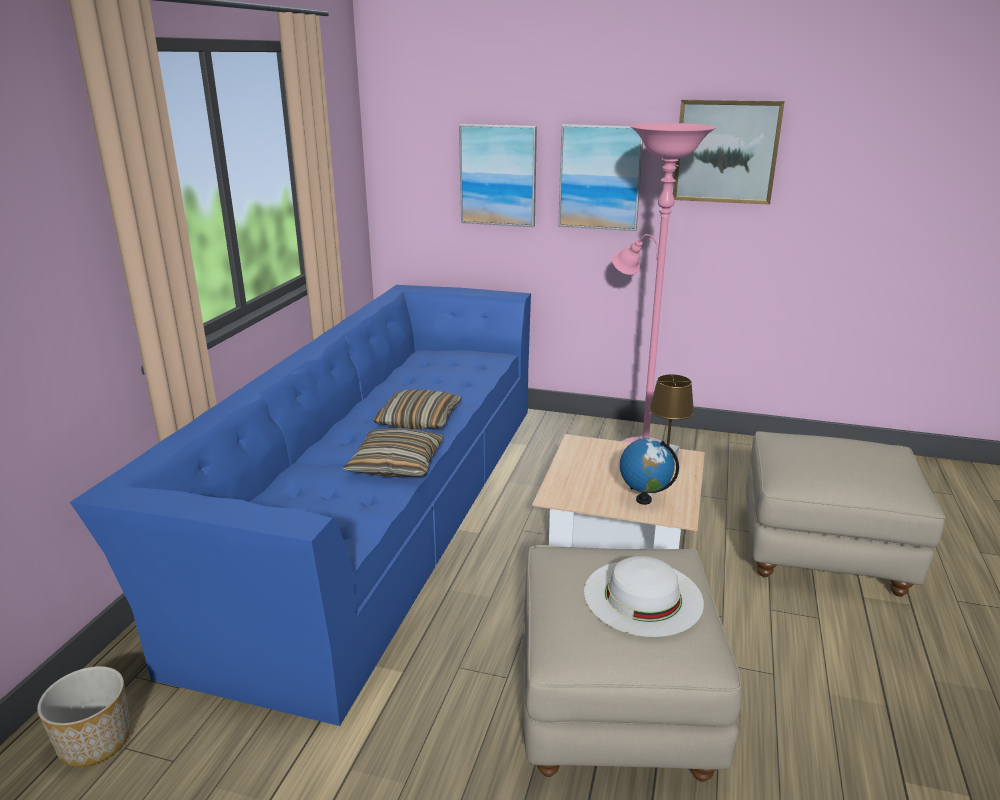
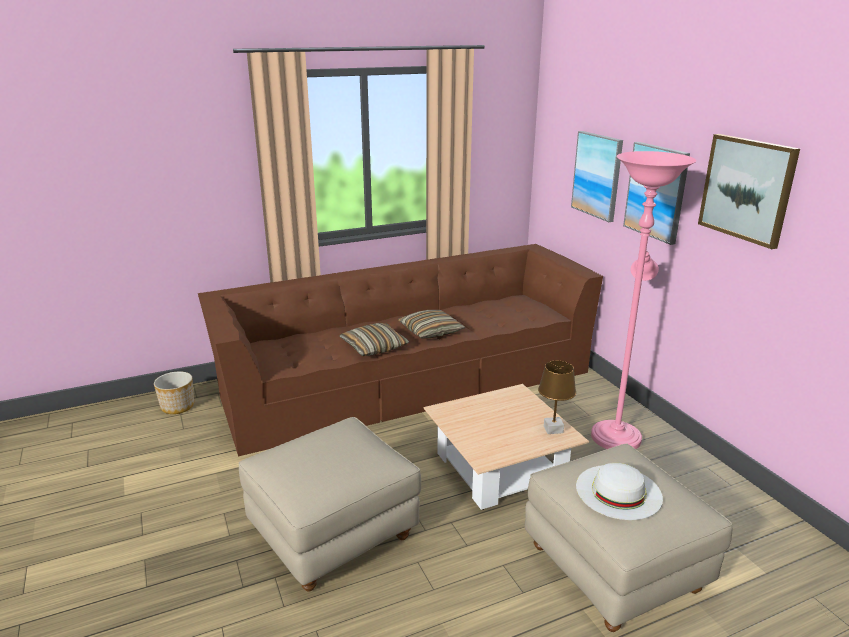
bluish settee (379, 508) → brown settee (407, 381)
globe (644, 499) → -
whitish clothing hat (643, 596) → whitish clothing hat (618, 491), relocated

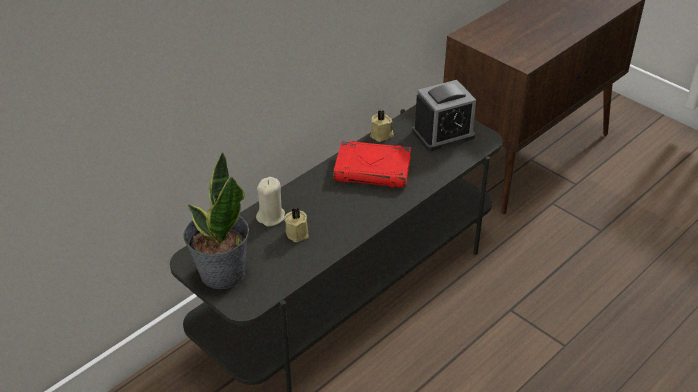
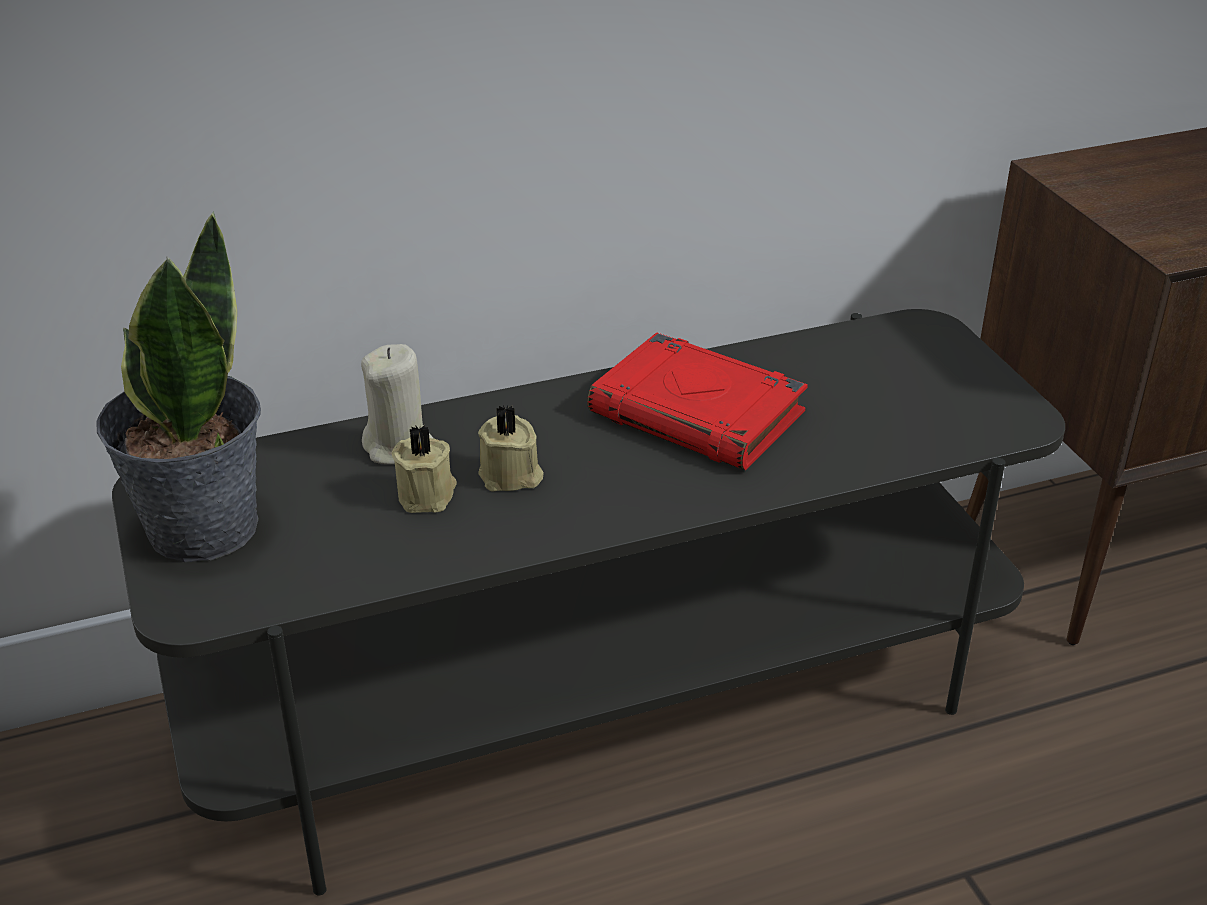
alarm clock (443, 134) → -
beige wax candle (382, 135) → beige wax candle (511, 476), relocated

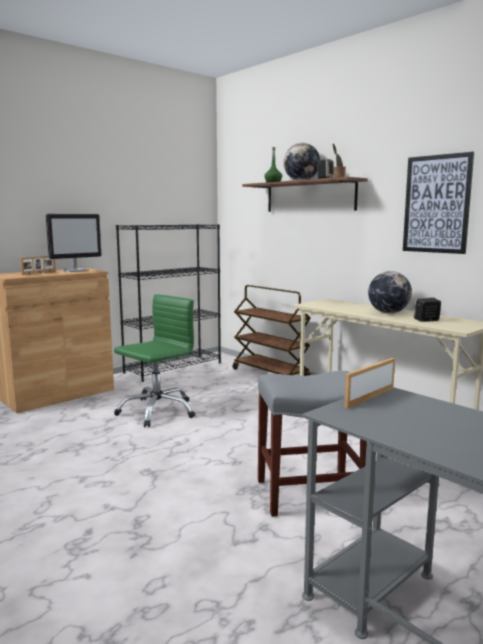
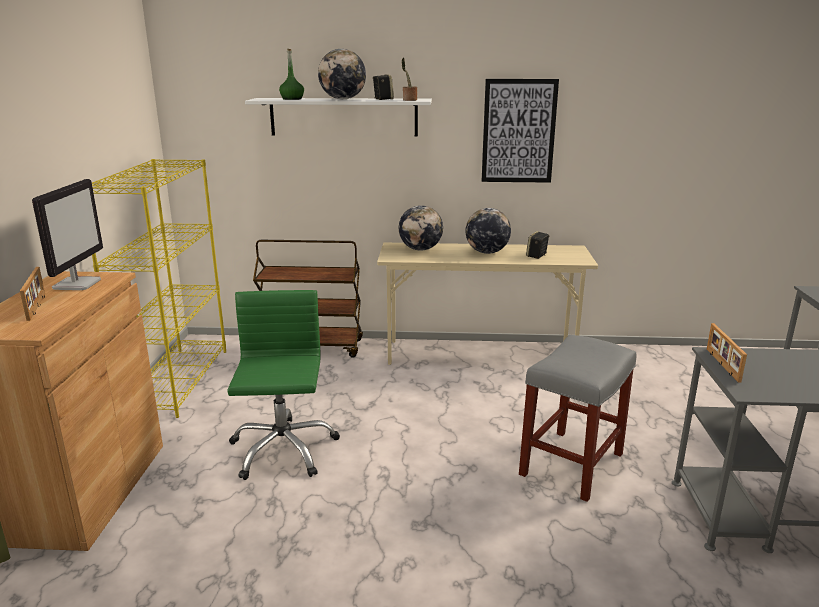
brown shelf (309, 196) → whitish shelf (343, 117)
black-coloured bookcase (173, 368) → yellow-coloured bookcase (178, 380)
- → globe (420, 249)

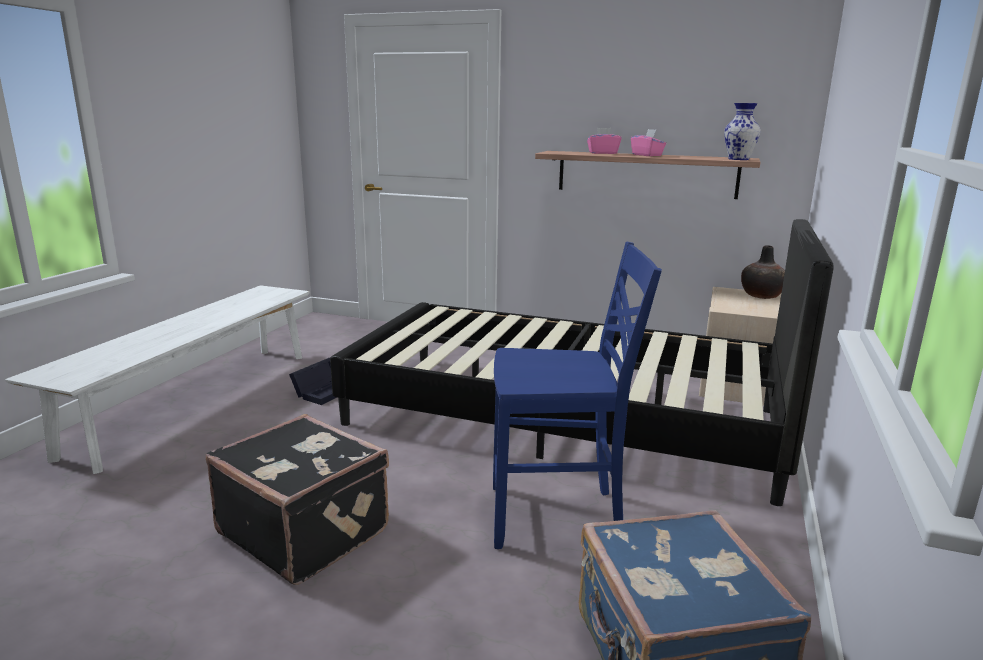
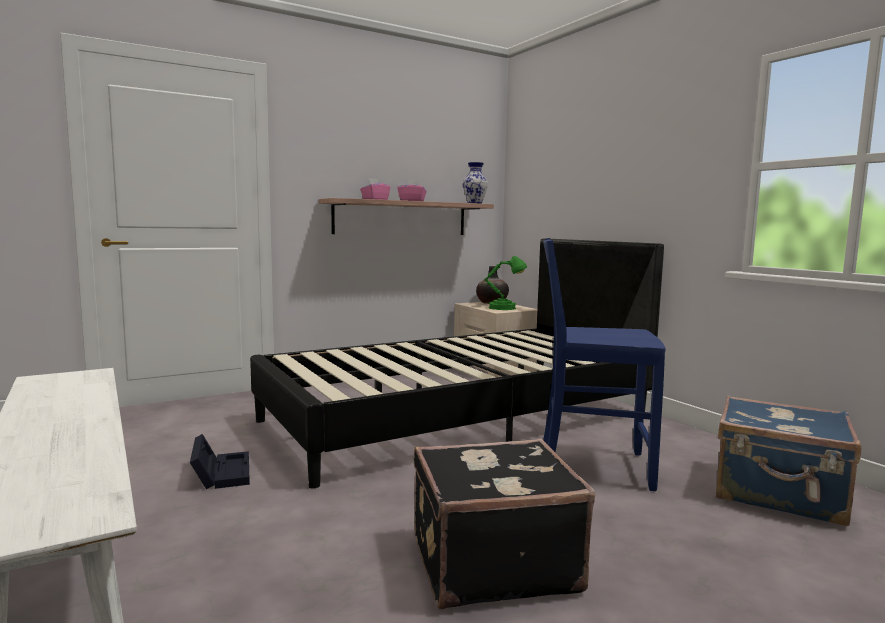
bluish chair (557, 517) → bluish chair (591, 466), 120 degrees counterclockwise
- → greenish tabletop lamp (504, 308)

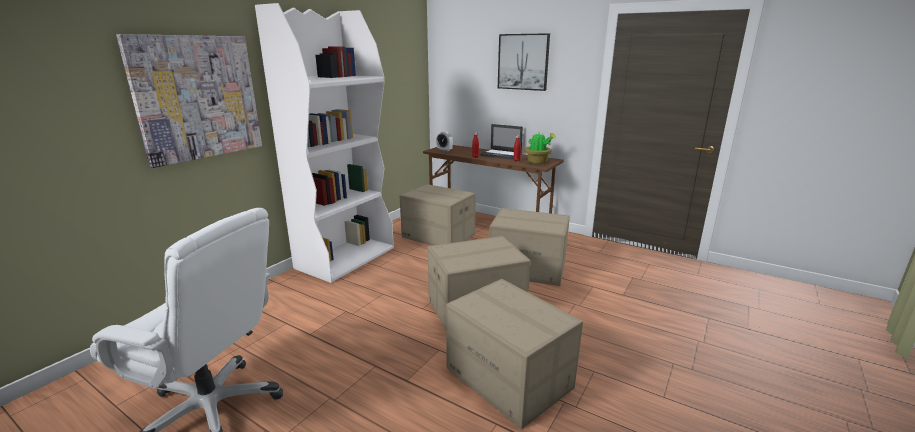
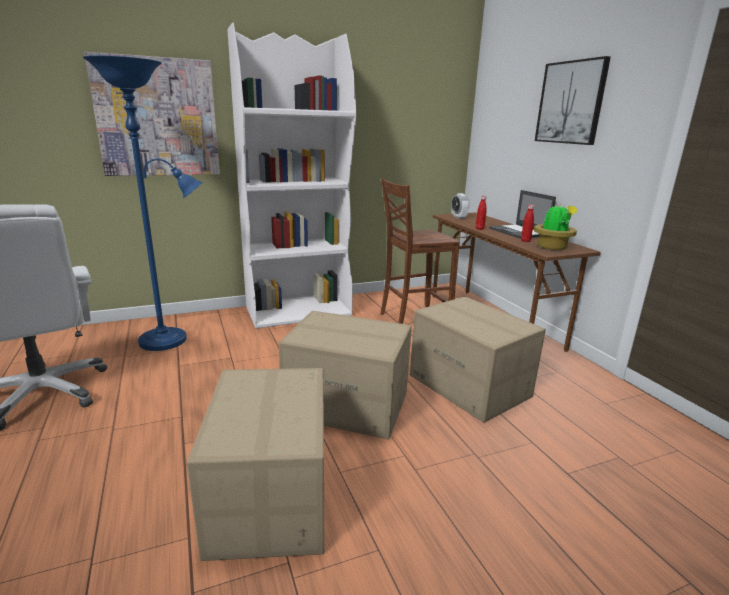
cardboard box (438, 236) → brown chair (412, 318)
- → bluish floor lamp (169, 340)

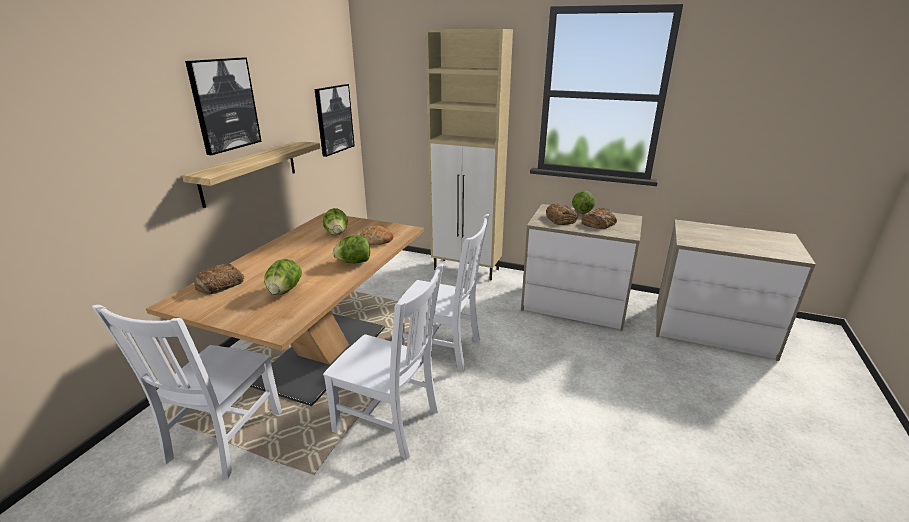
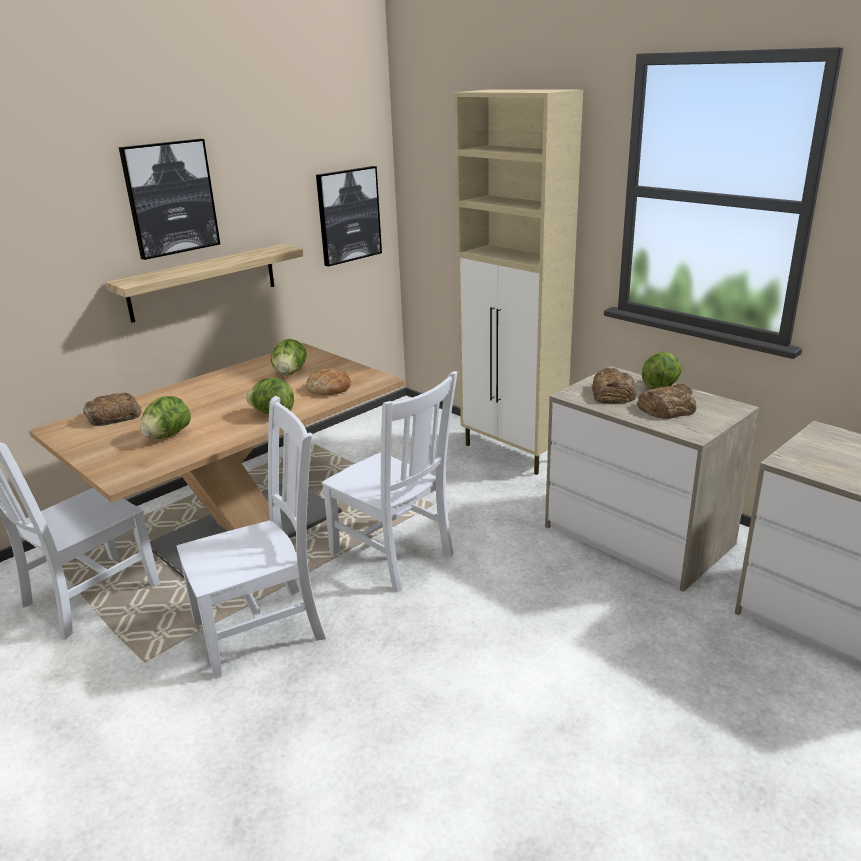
whitish chair (390, 422) → whitish chair (264, 629), 75 degrees counterclockwise

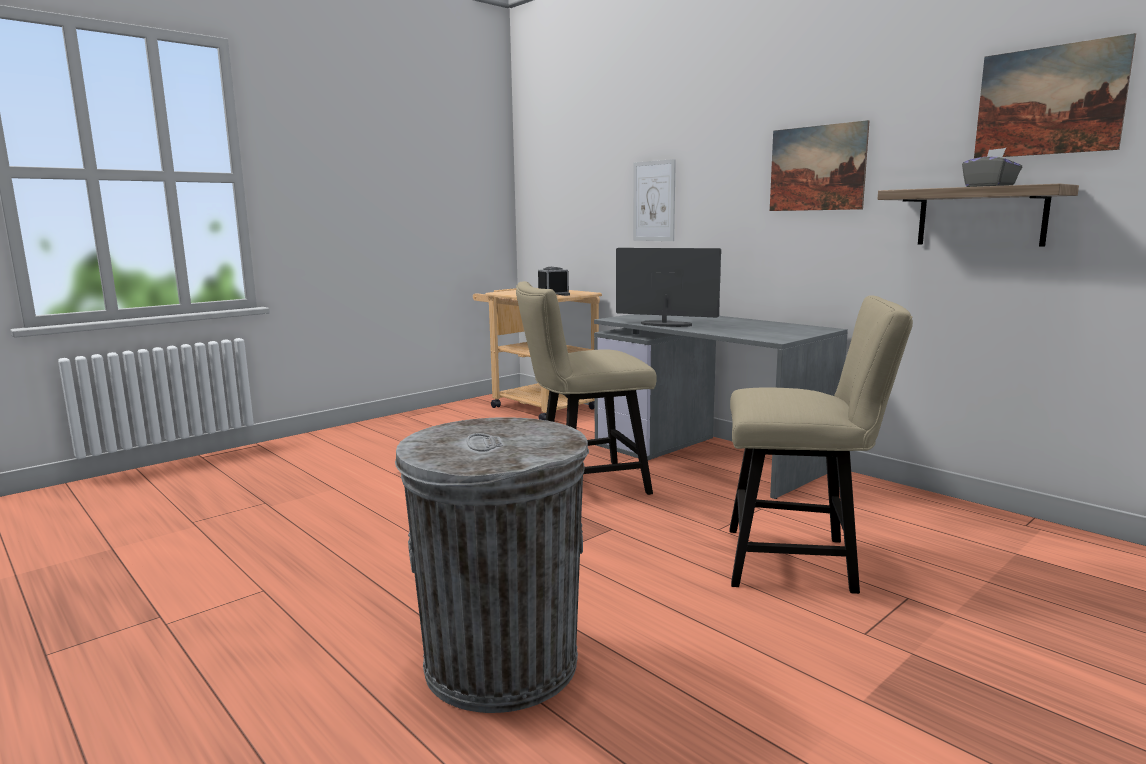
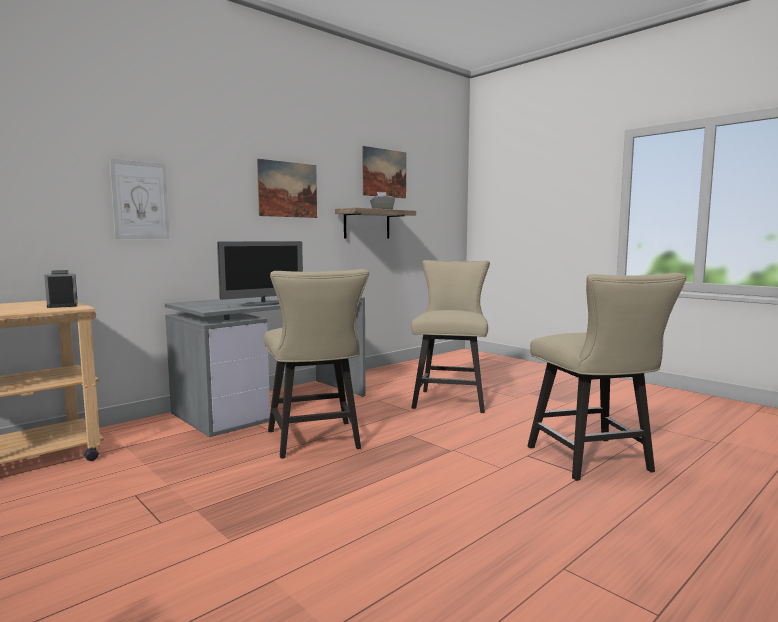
computer display (665, 324) → computer display (263, 304), 150 degrees counterclockwise
greyish rubbish bin (501, 662) → beige chair (594, 462)

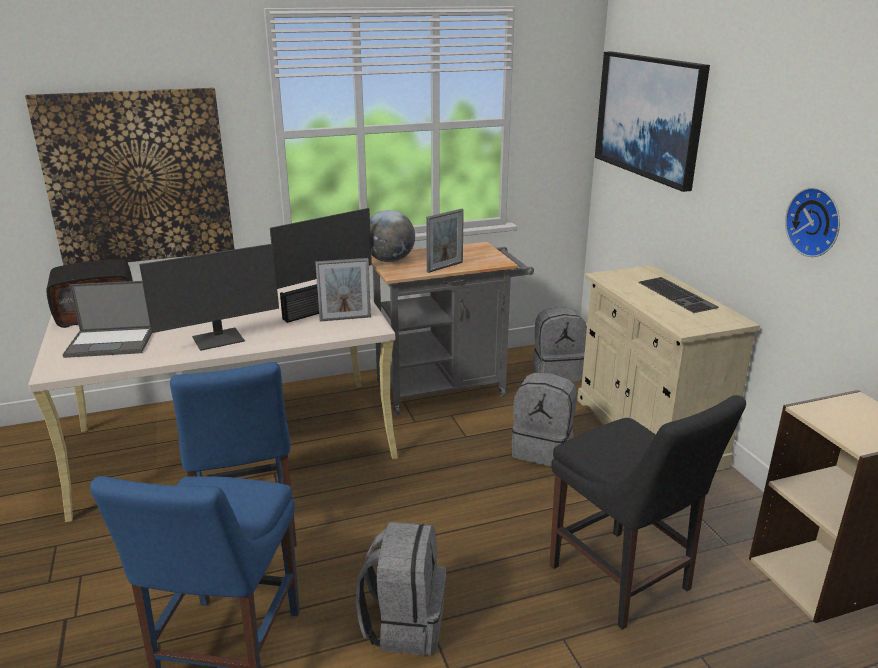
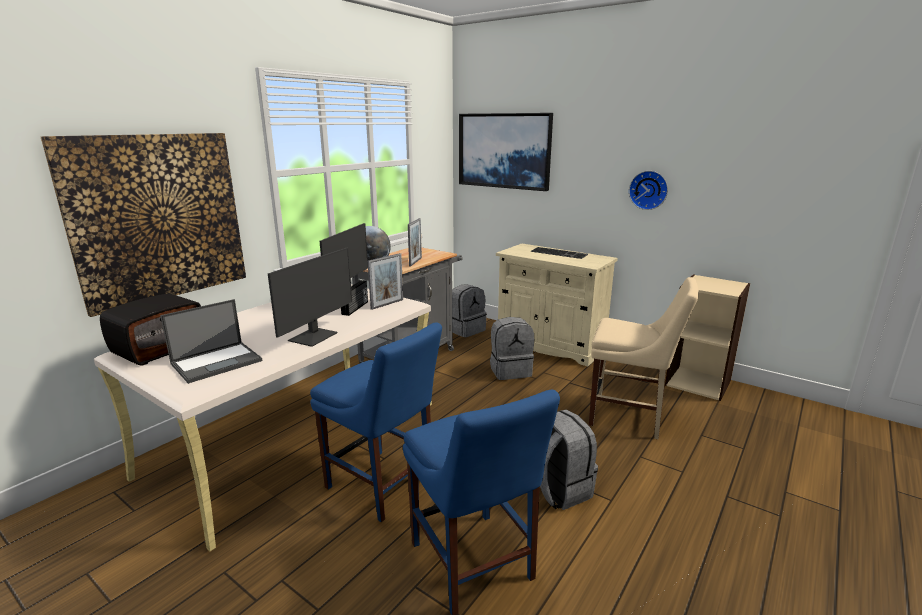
black-coloured chair (623, 581) → beige chair (630, 417)

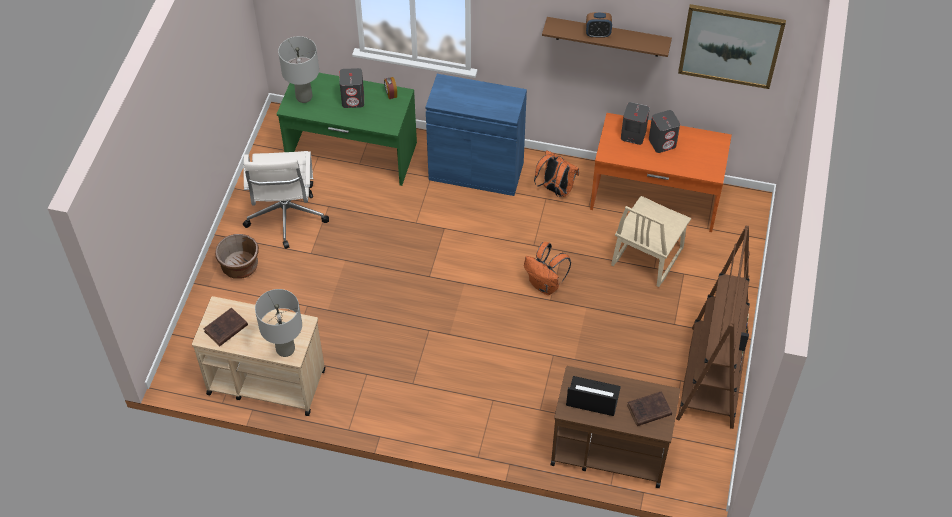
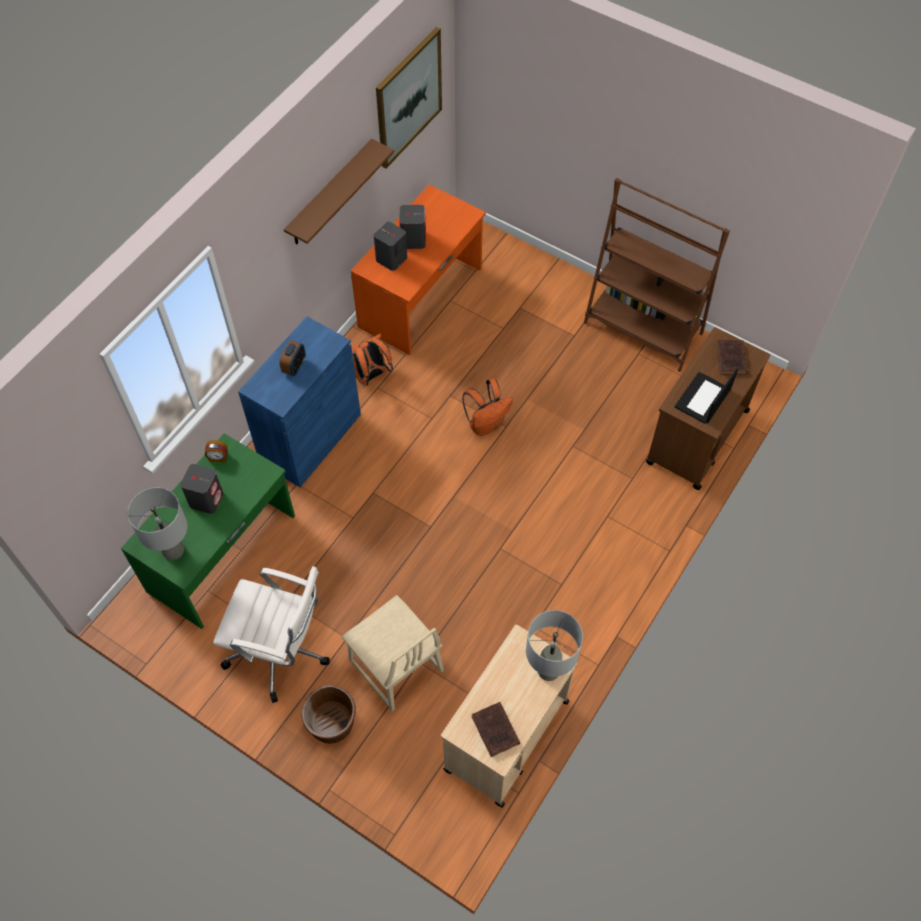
alarm clock (598, 34) → alarm clock (294, 367), relocated
beige chair (646, 256) → beige chair (395, 666), relocated

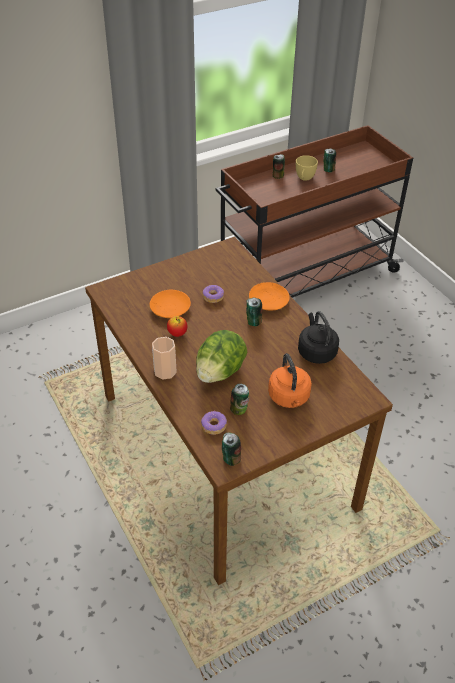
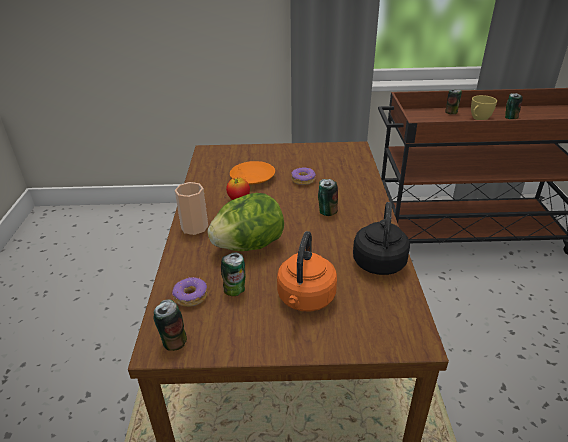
orangey flat dish (268, 300) → -

